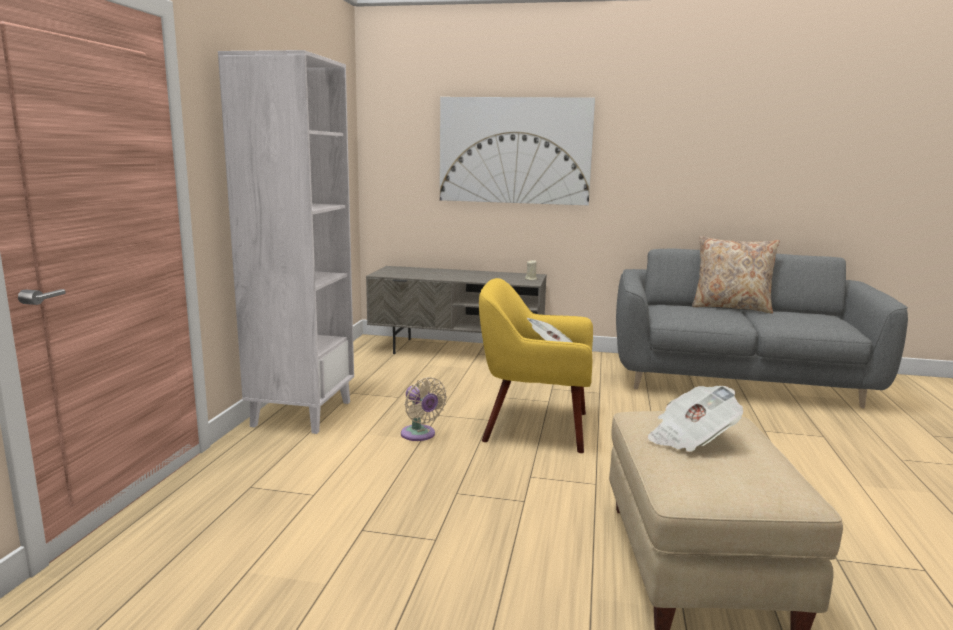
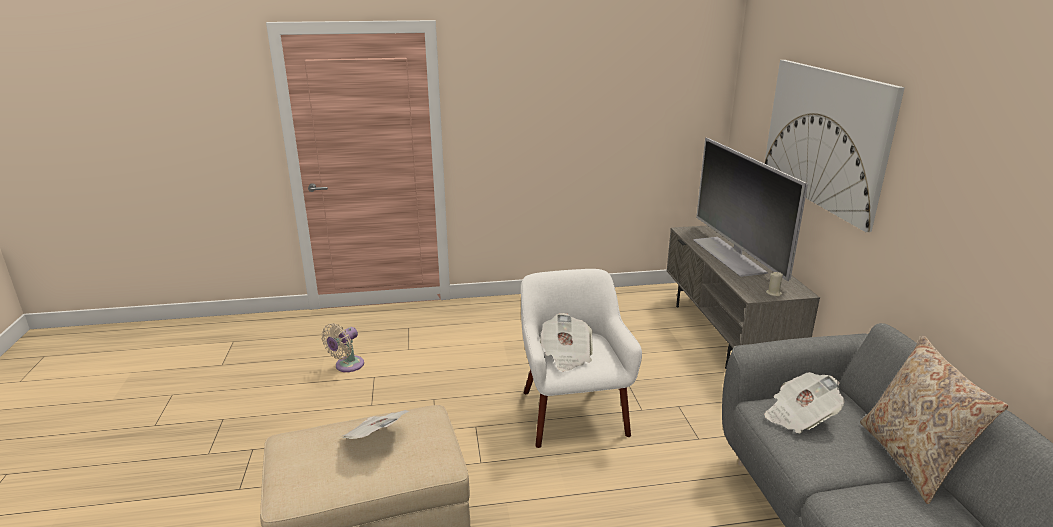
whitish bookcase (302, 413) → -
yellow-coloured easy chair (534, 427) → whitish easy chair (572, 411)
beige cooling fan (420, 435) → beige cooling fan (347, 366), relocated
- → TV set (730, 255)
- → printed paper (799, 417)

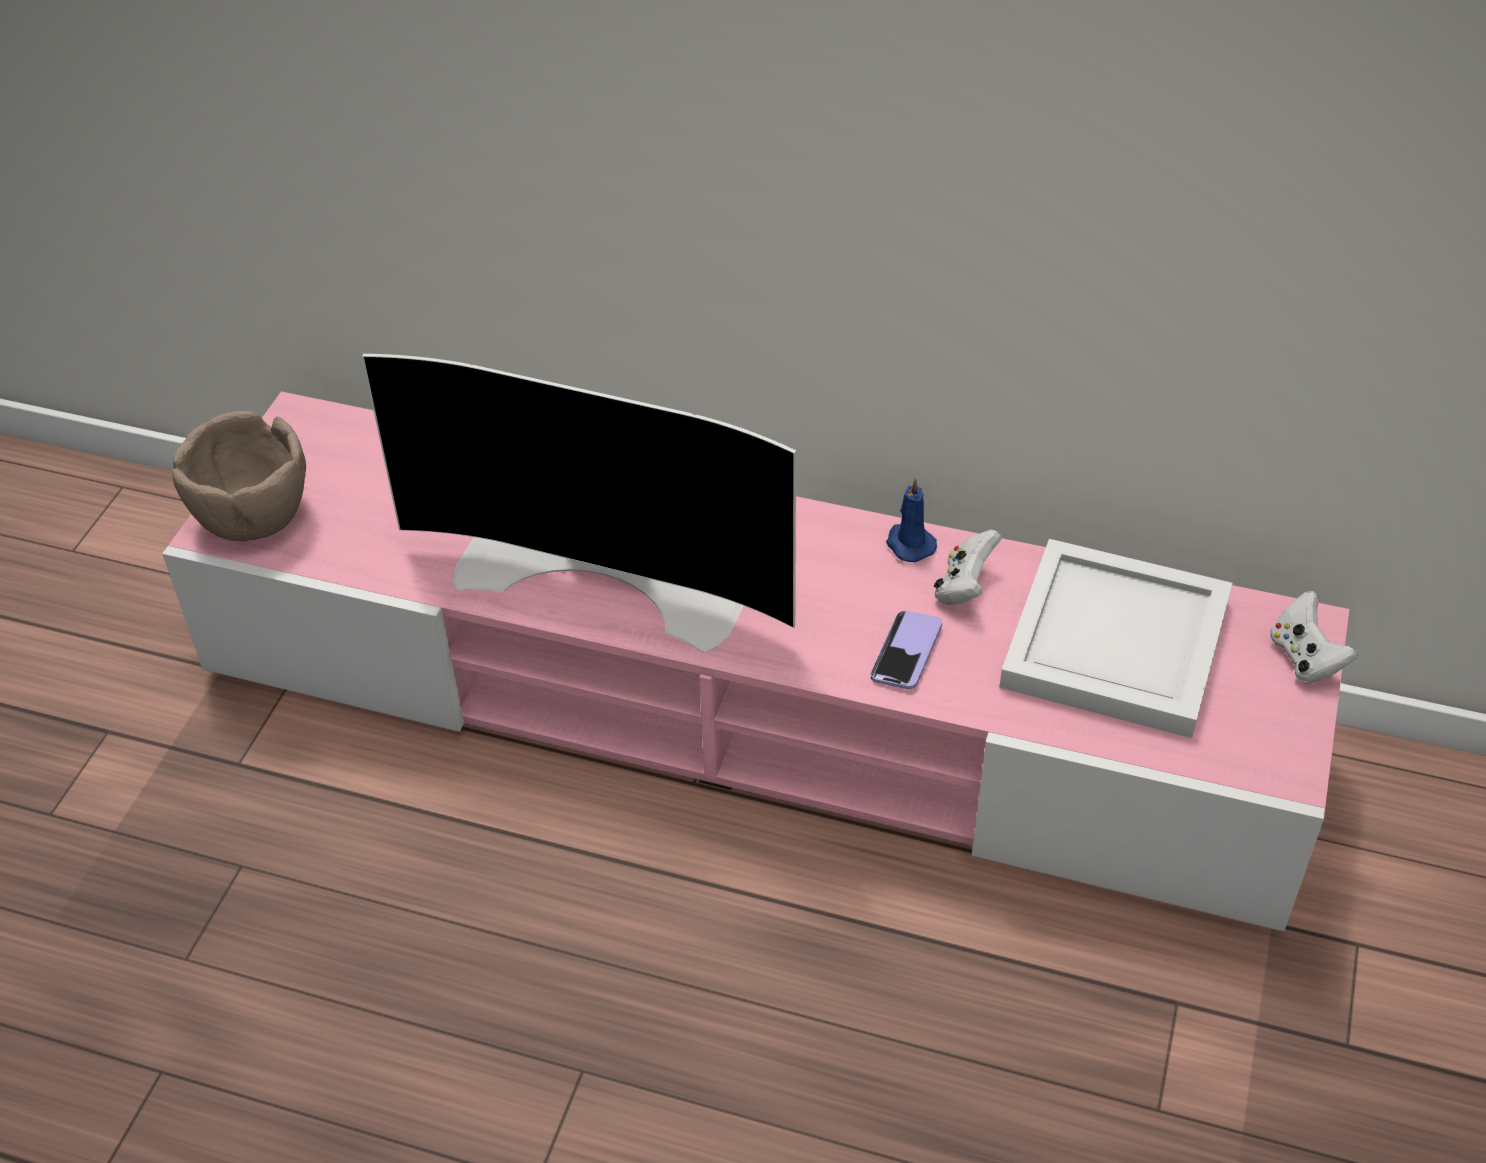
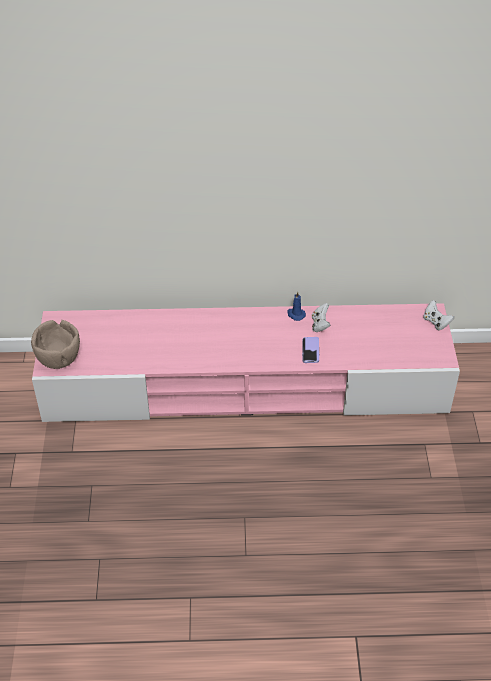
TV set (606, 574) → -
whitish serving tray (1118, 646) → -

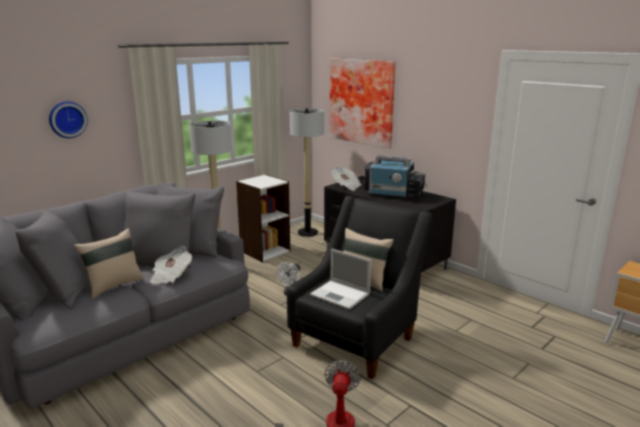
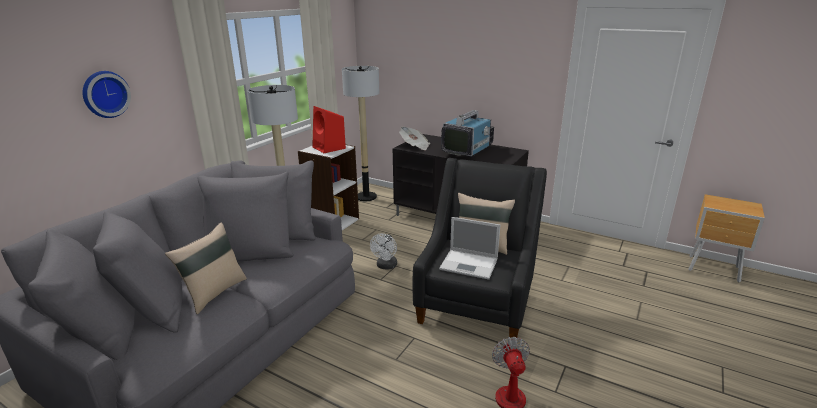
picture (362, 101) → -
TV set (394, 194) → TV set (467, 150), 60 degrees counterclockwise
printed paper (170, 275) → -
- → red-coloured audio speaker (329, 148)

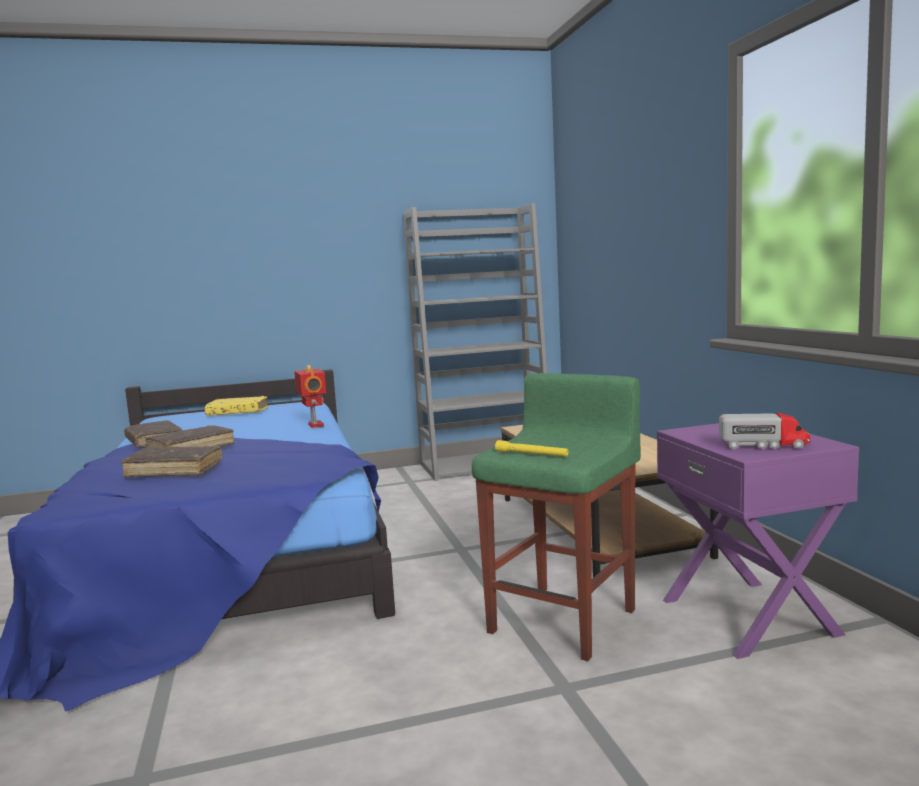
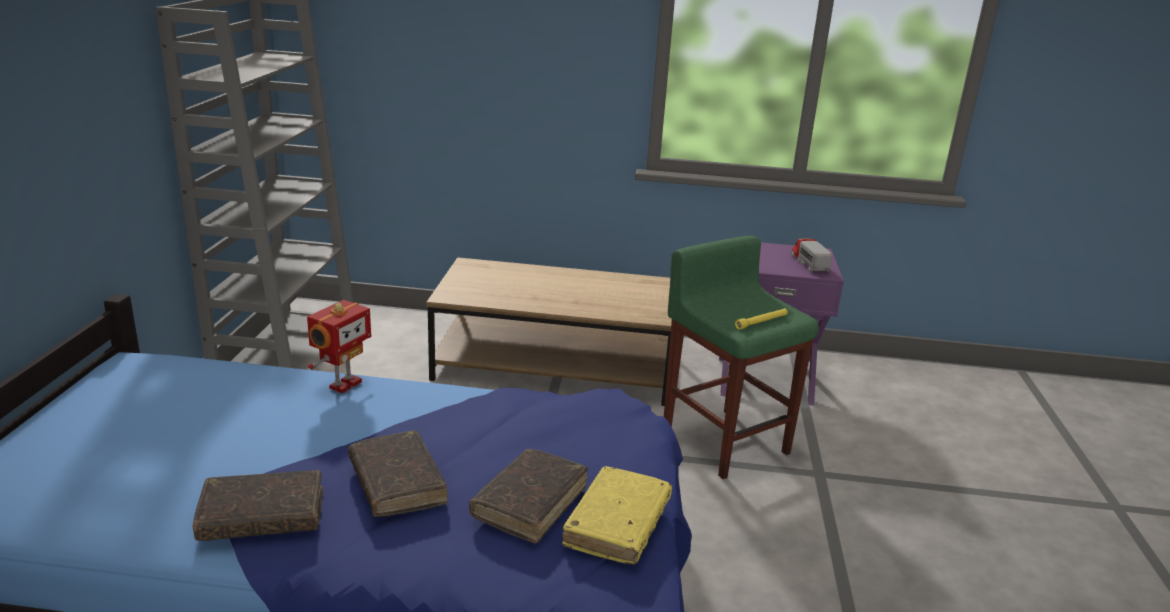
toy robot (314, 425) → toy robot (344, 384), 120 degrees clockwise
yellow-coloured bound book (237, 412) → yellow-coloured bound book (617, 525), relocated
toy lorry (764, 445) → toy lorry (809, 263), 45 degrees counterclockwise

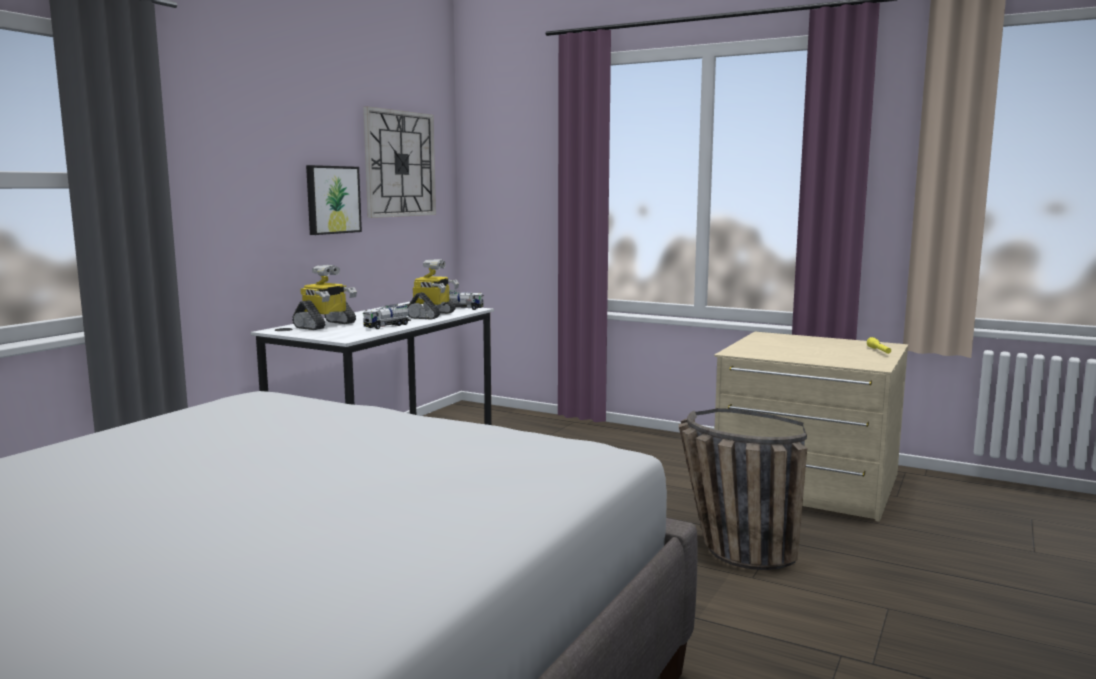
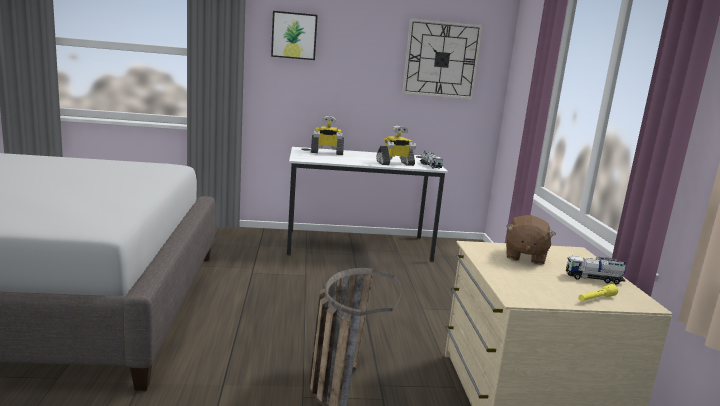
picture (332, 199) → picture (294, 35), relocated
toy lorry (387, 326) → toy lorry (593, 279), relocated
- → brown plush toy (524, 256)

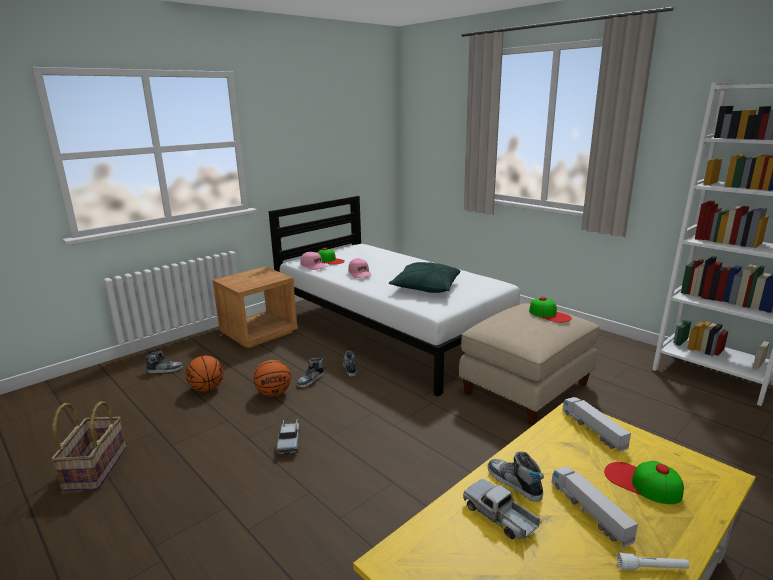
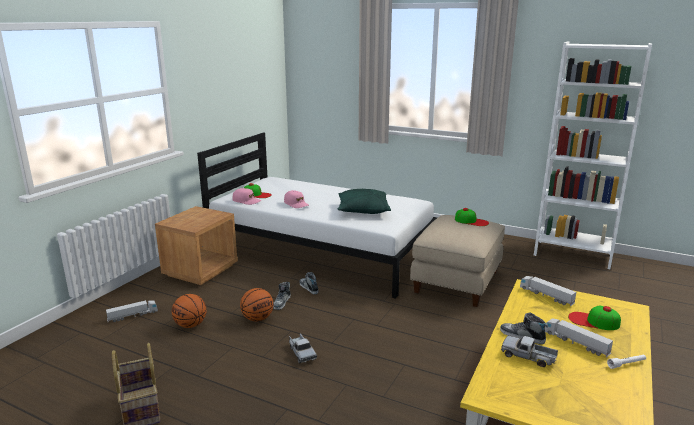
shoe (165, 370) → toy lorry (132, 316)

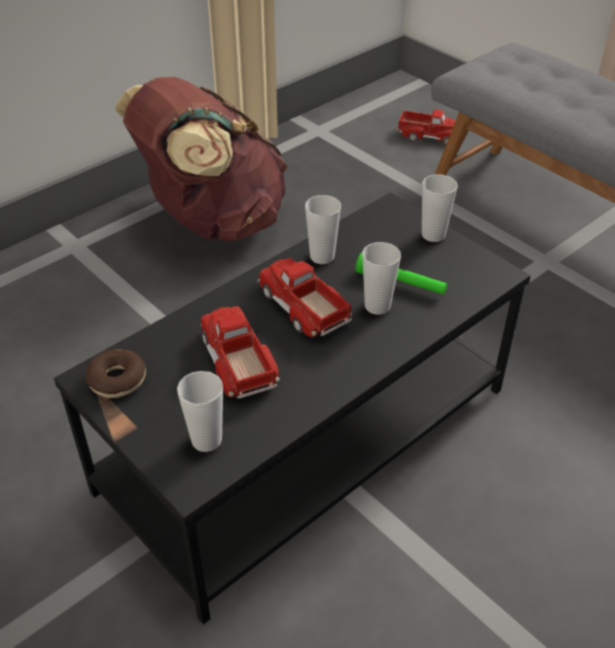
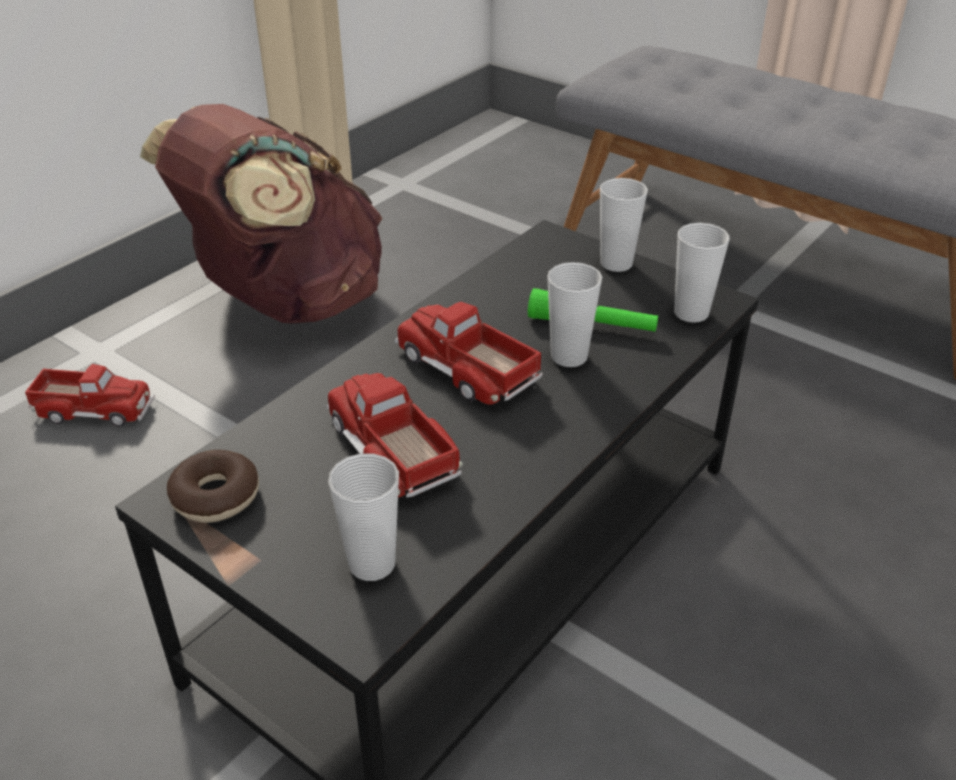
toy lorry (429, 136) → toy lorry (94, 409), relocated
small cup (322, 257) → small cup (691, 313), relocated

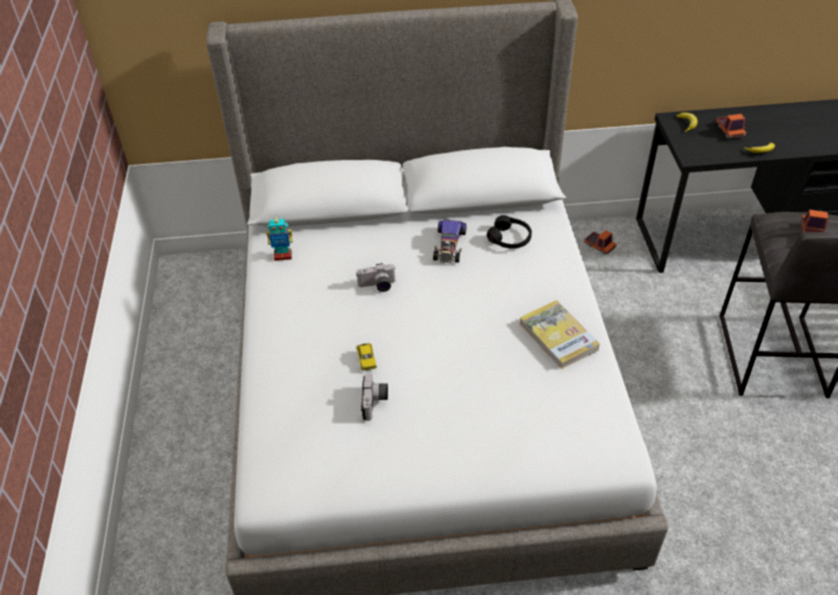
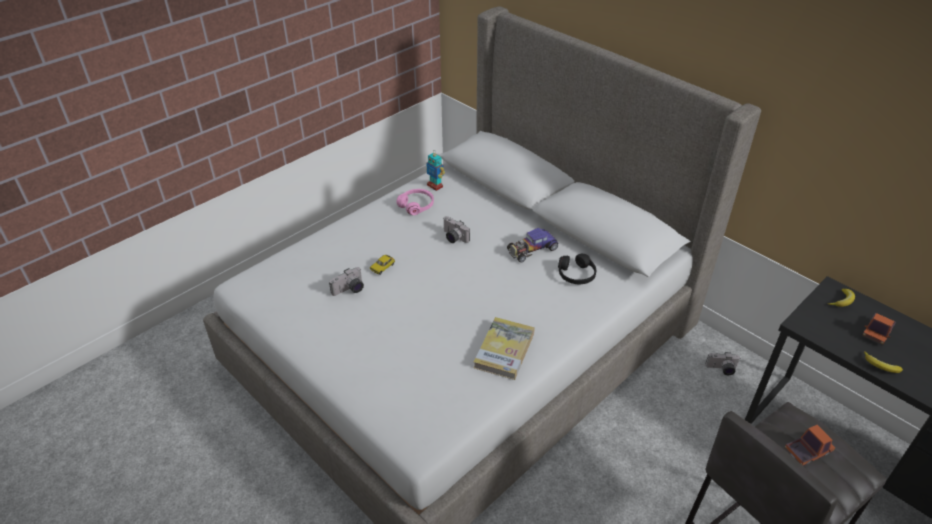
toy lorry (599, 246) → photo camera (721, 369)
- → pink pair of headphones (416, 205)

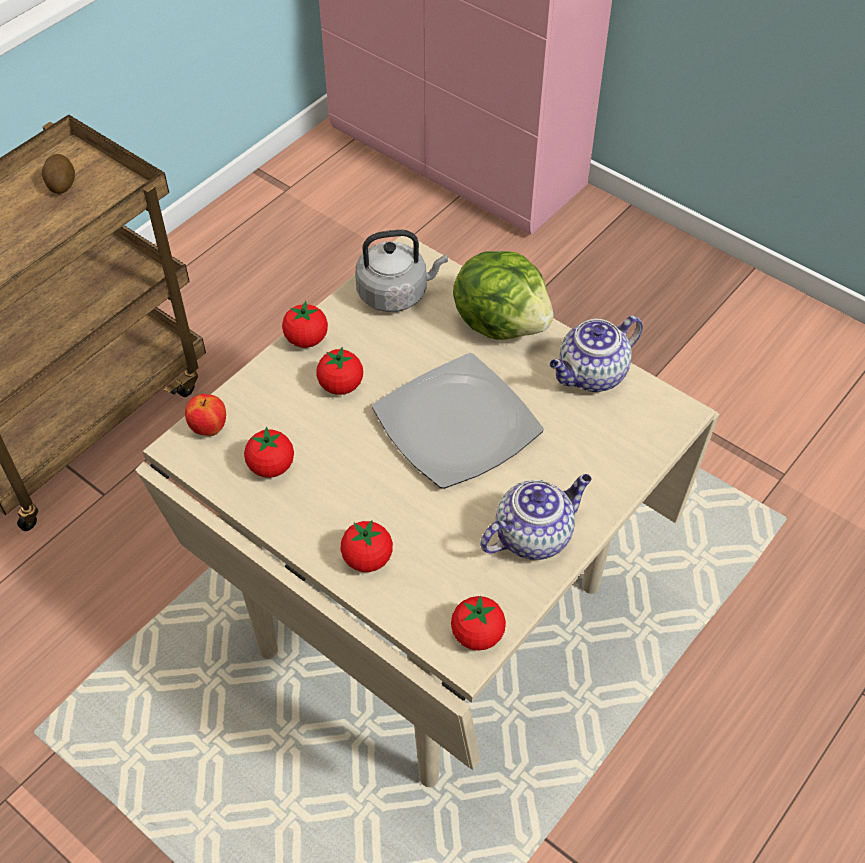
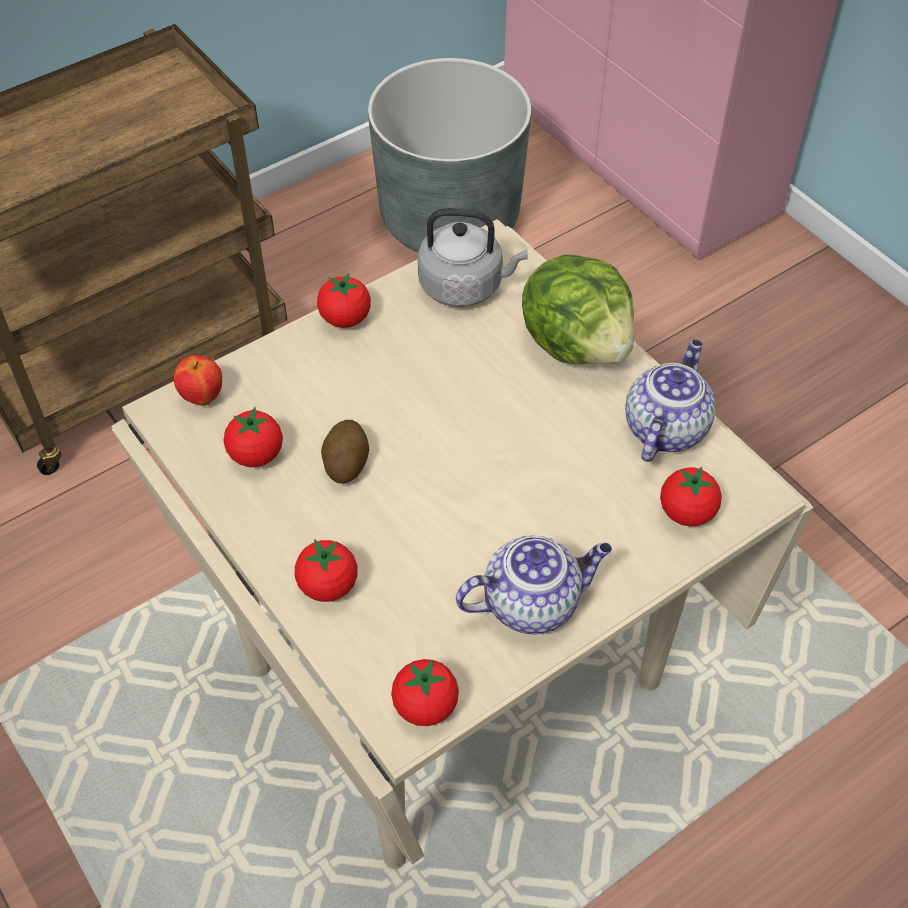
potato (61, 184) → potato (346, 463), relocated
pot for tea (591, 375) → pot for tea (665, 427), 135 degrees clockwise
fresh tomato (341, 385) → fresh tomato (686, 512), relocated
flat dish (456, 426) → -
- → greyish planter (449, 218)

